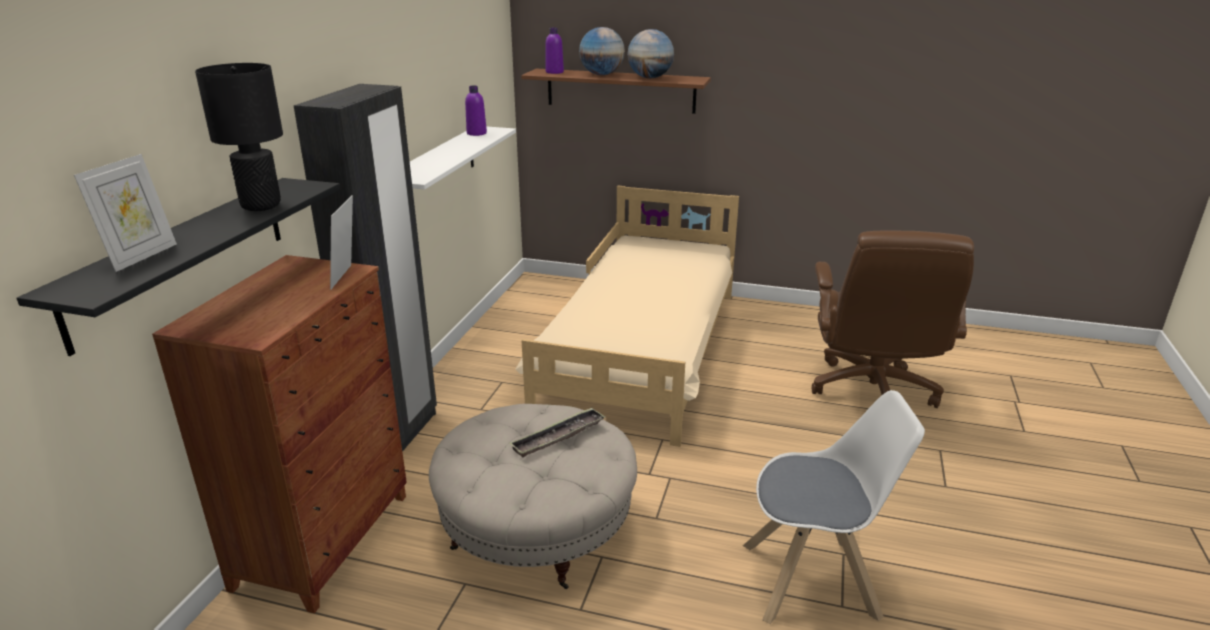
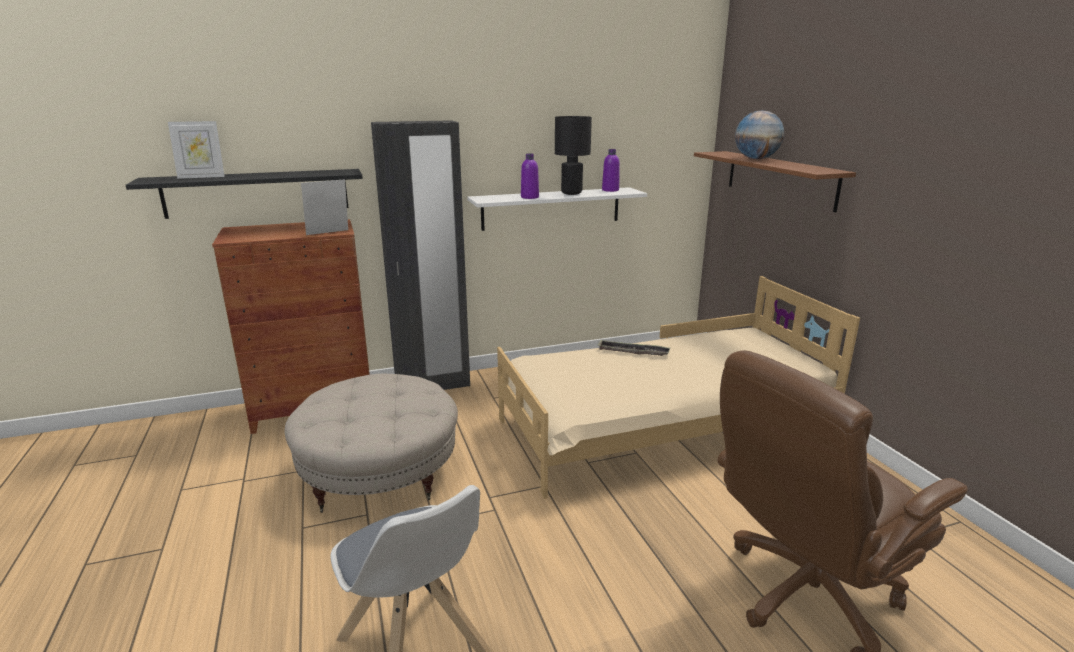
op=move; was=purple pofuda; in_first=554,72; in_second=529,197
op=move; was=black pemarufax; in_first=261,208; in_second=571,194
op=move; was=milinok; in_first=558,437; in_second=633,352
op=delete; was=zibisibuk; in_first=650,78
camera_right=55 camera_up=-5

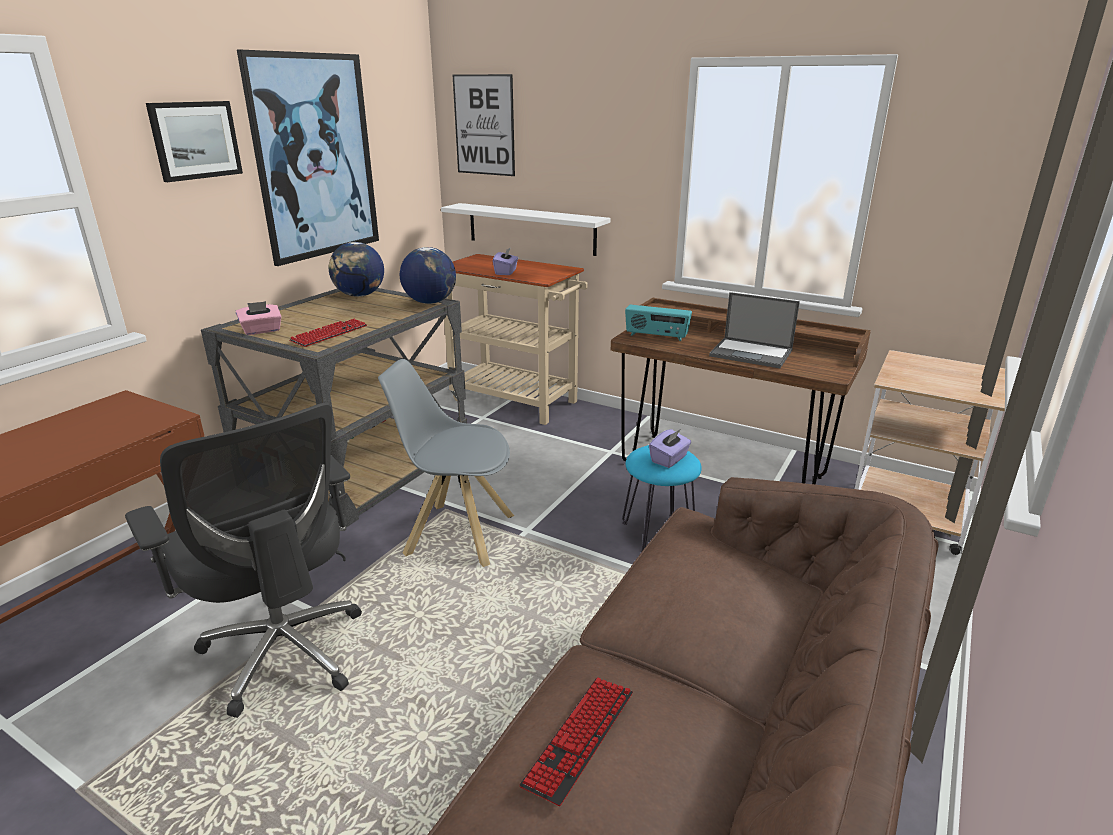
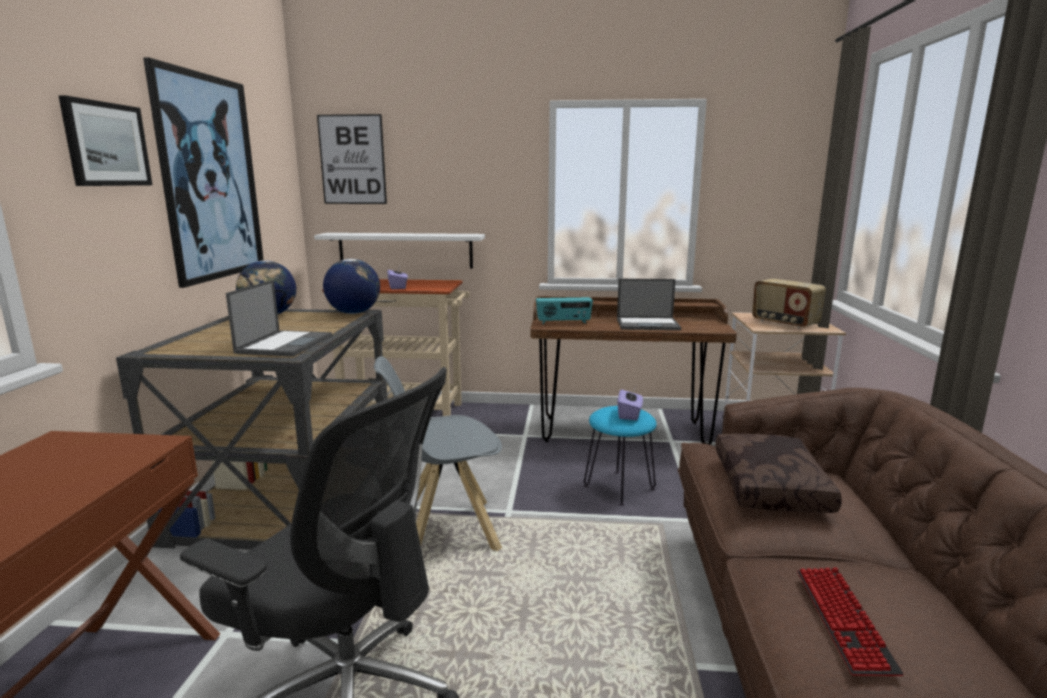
op=replace; was=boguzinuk; now=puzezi; in_first=329,334; in_second=285,344
op=insert; now=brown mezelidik; in_second=772,486
op=insert; now=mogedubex; in_second=784,323
op=delete; was=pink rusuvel; in_first=262,331
camera_right=-25 camera_up=-10

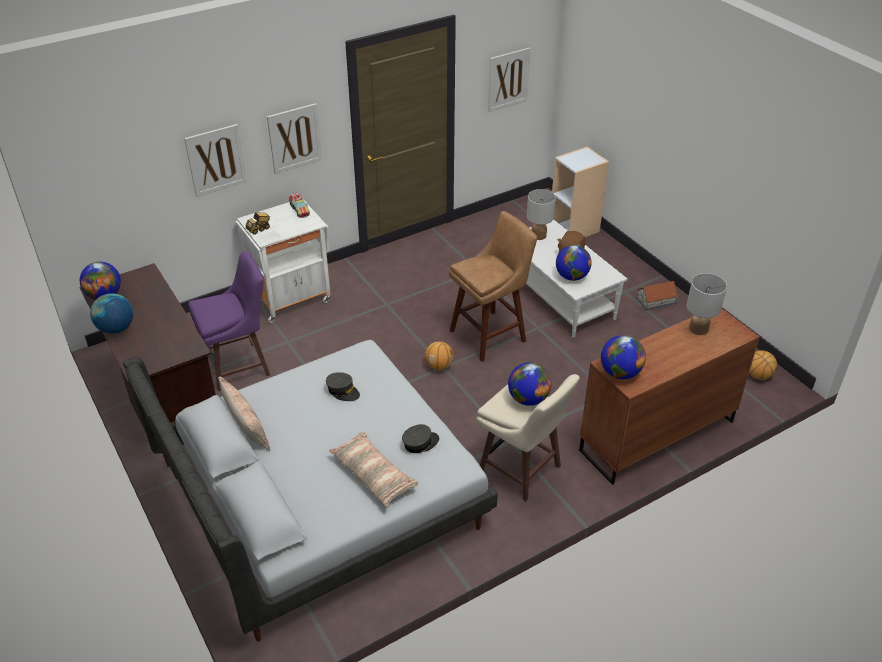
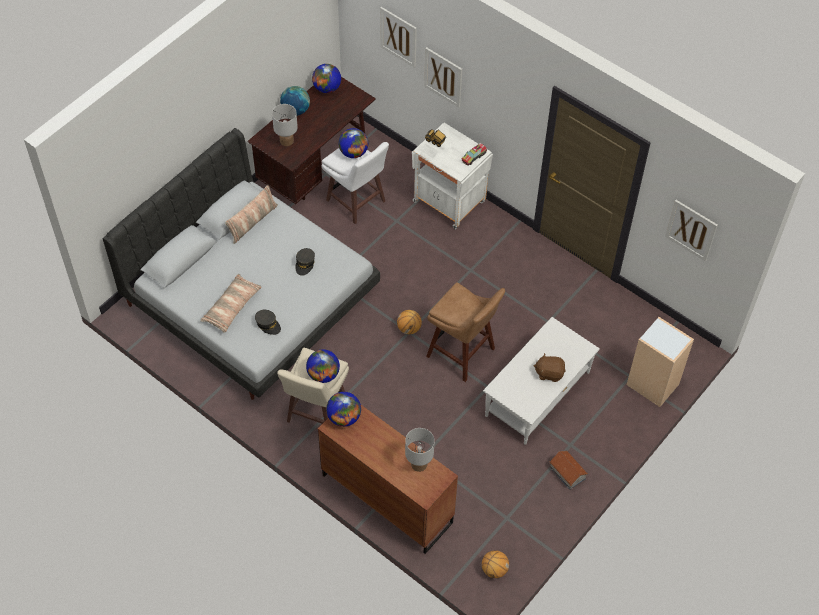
op=move; was=grey pemarufax; in_first=538,236; in_second=286,141
op=recolor; was=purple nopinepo; now=white nopinepo; in_first=239,366; in_second=356,202
op=move; was=zibisibuk; in_first=571,276; in_second=353,153
op=move; was=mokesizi; in_first=294,138; in_second=398,37
camera_right=70 camera_up=15

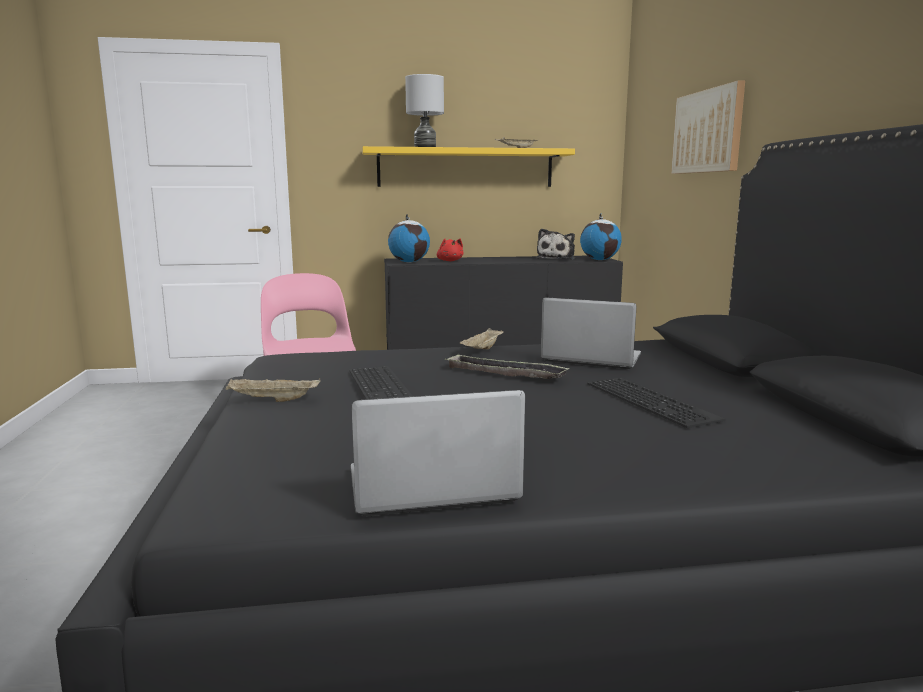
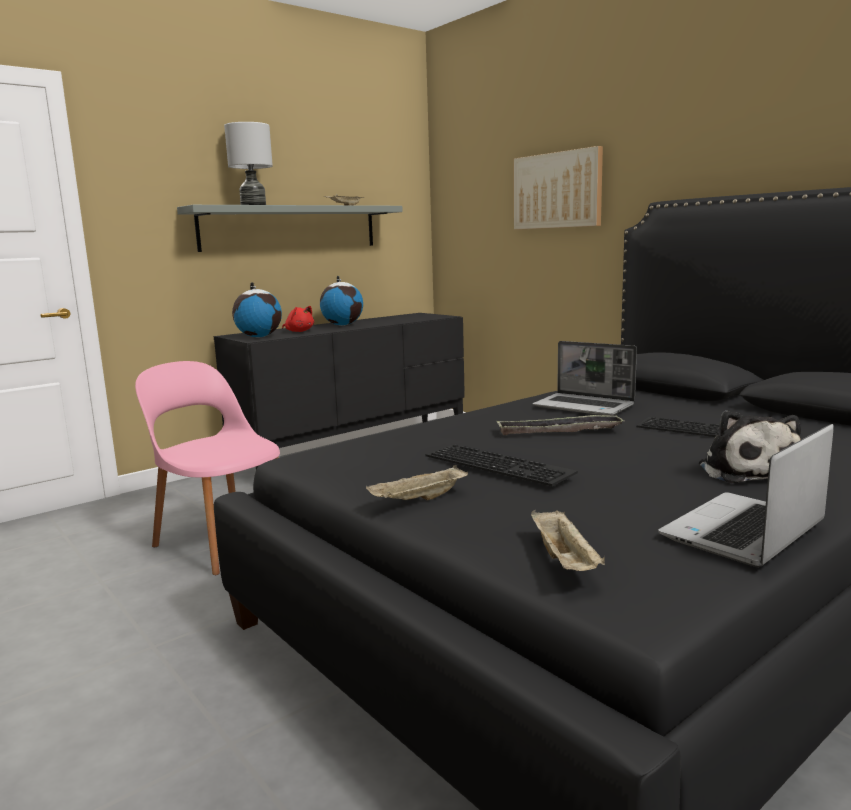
op=recolor; was=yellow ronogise; now=grey ronogise; in_first=465,168; in_second=290,228
op=move; was=zibisibuk; in_first=599,260; in_second=342,325
op=move; was=beige milinok; in_first=483,350; in_second=565,561
op=rotate; was=puzezi; in_first=589,358; in_second=585,406; clockwise=-135
op=move; was=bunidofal; in_first=557,258; in_second=745,470
camera_right=-30 camera_up=0

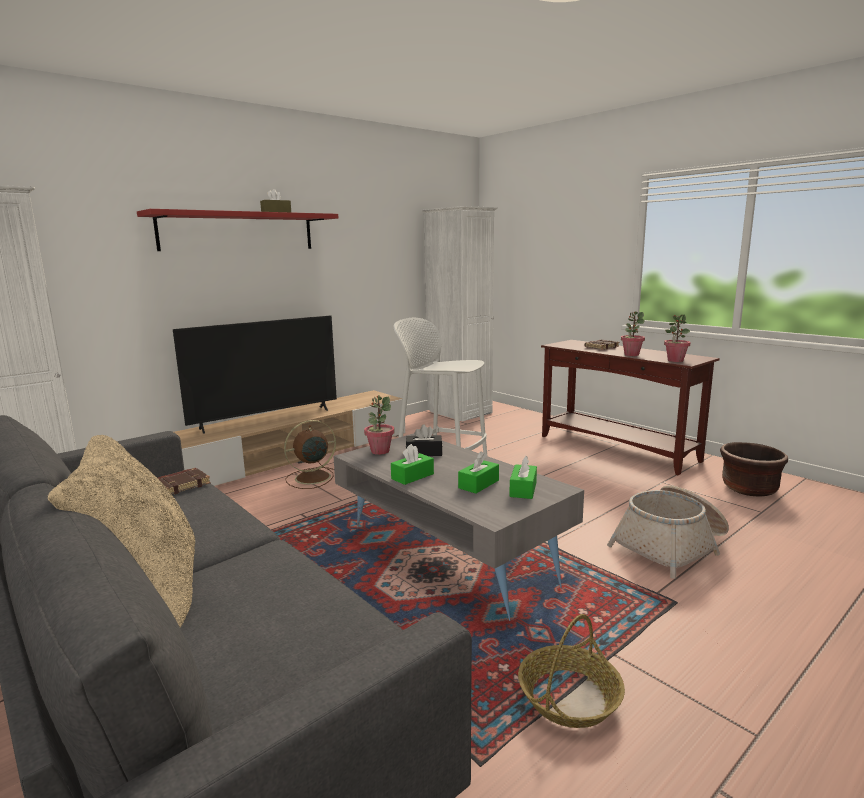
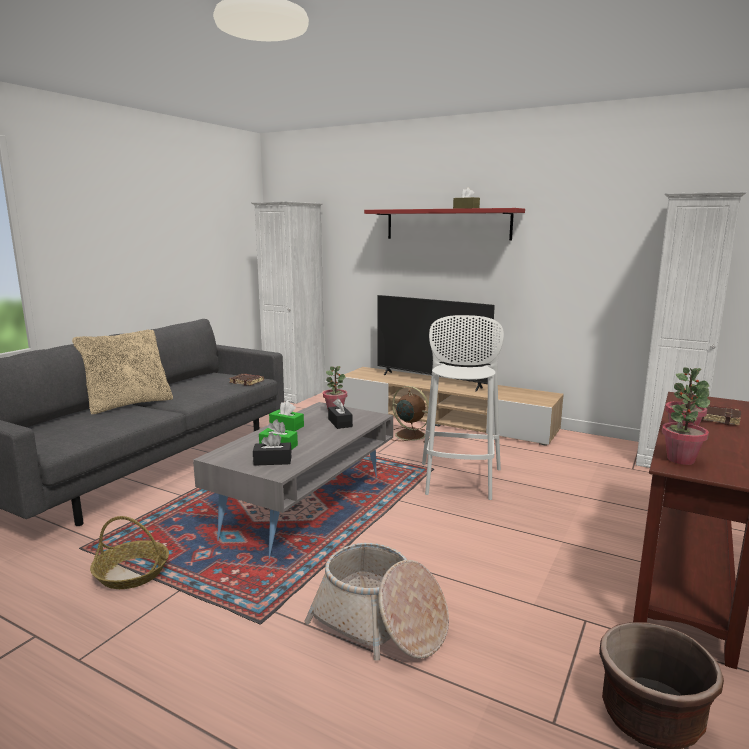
op=recolor; was=green rusuvel; now=black rusuvel; in_first=523,489; in_second=272,461
camera_right=70 camera_up=0

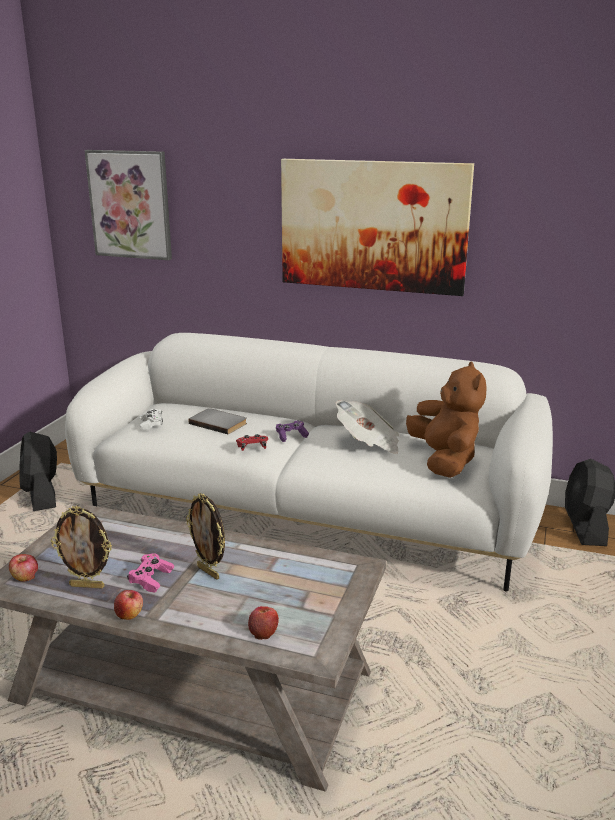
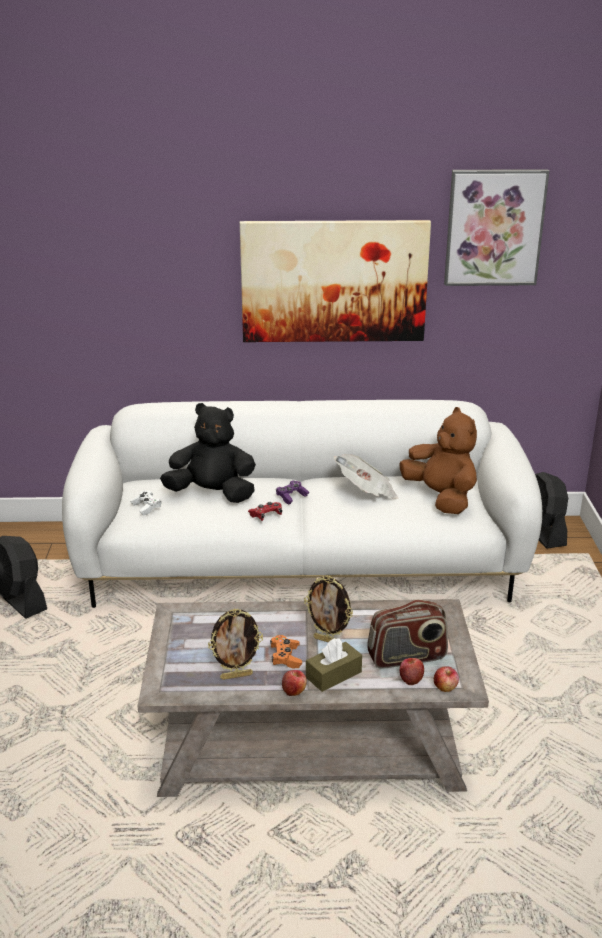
op=replace; was=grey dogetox; now=black bunidofal; in_first=219,423; in_second=212,494
op=recolor; was=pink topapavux; now=orange topapavux; in_first=151,579; in_second=285,658
op=insert; now=brown rusuvel; in_second=333,675
op=insert; now=mogedubex; in_second=407,657
op=move; was=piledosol; in_first=25,577; in_second=445,687
op=move; was=mokesizi; in_first=130,204; in_second=494,228
camera_right=-20 camera_up=5

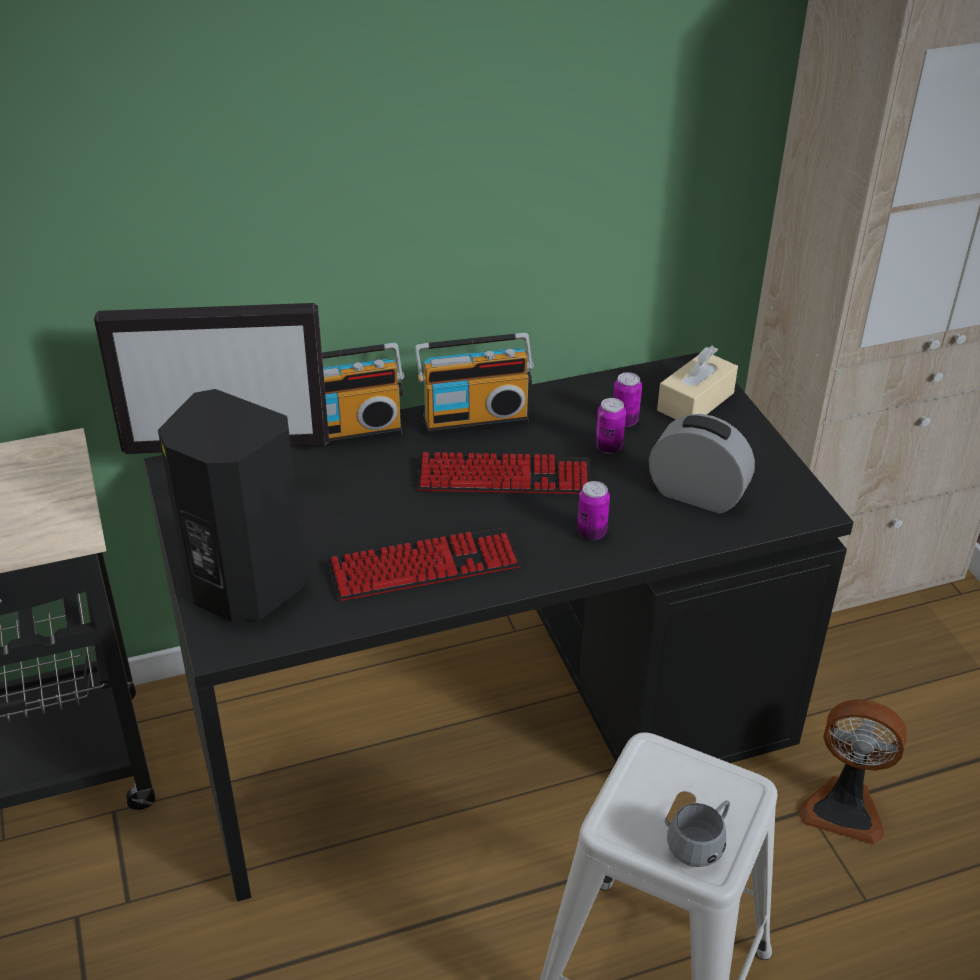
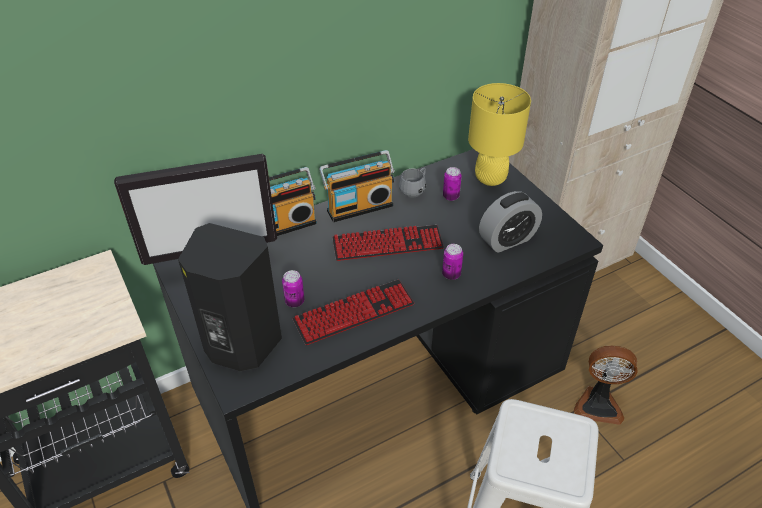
op=move; was=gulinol; in_first=608,447; in_second=294,301
op=move; was=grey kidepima; in_first=700,845; in_second=414,190
op=replace; was=beige rusuvel; now=yellow pemarufax; in_first=695,402; in_second=489,178
op=rotate; was=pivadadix; in_first=697,494; in_second=507,240; clockwise=135
camera_right=-10 camera_up=5

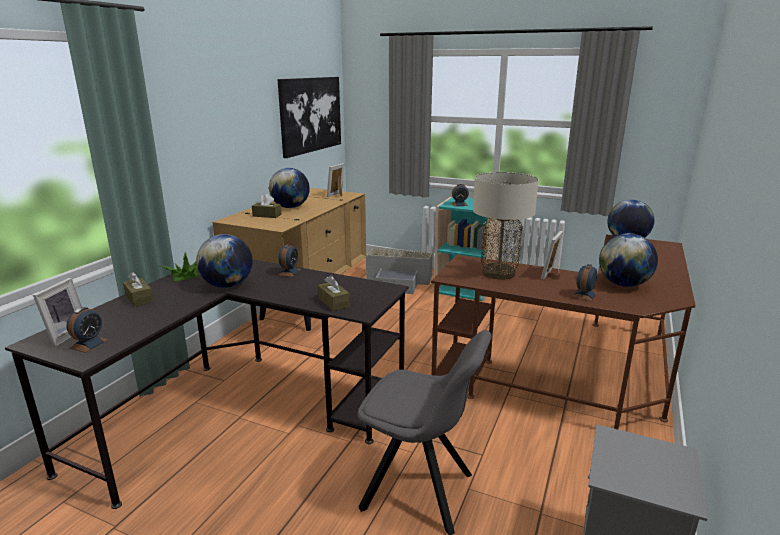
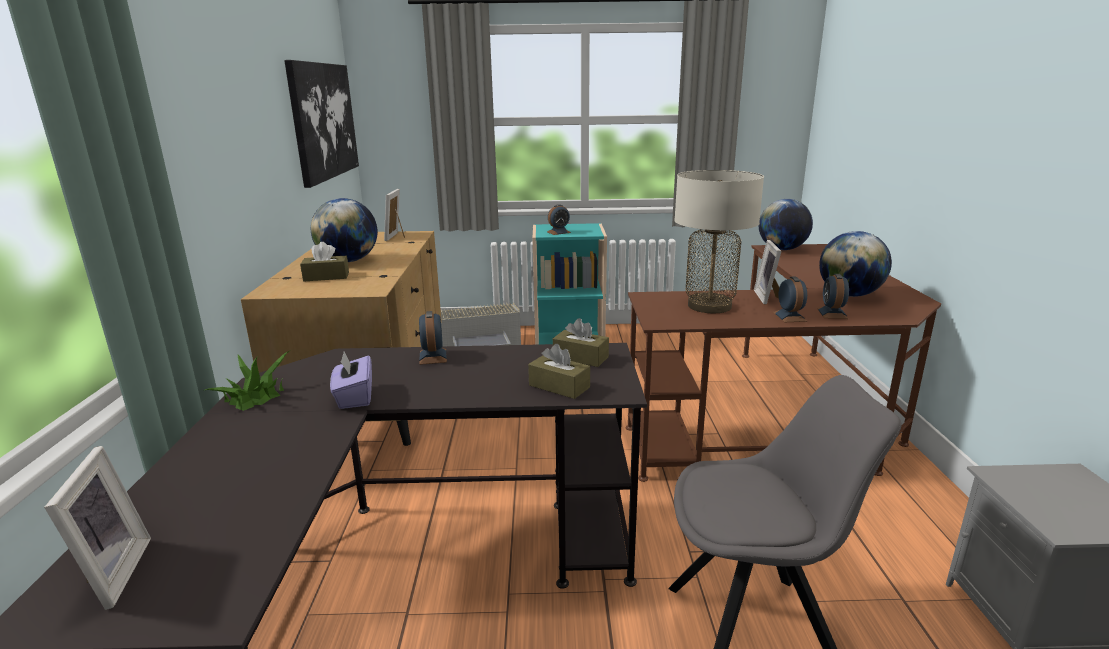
op=replace; was=zibisibuk; now=purple rusuvel; in_first=227,285; in_second=354,397
op=move; was=brown rusuvel; in_first=139,298; in_second=580,357
op=move; was=pivadadix; in_first=89,344; in_second=789,316
camera_right=-25 camera_up=0

